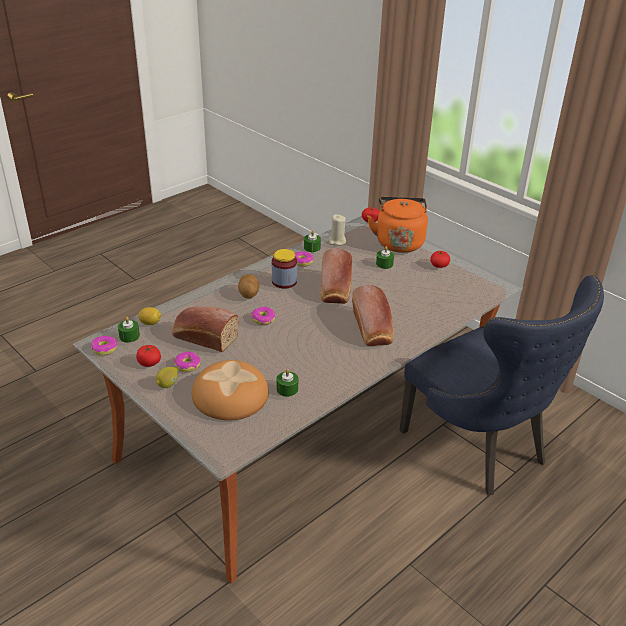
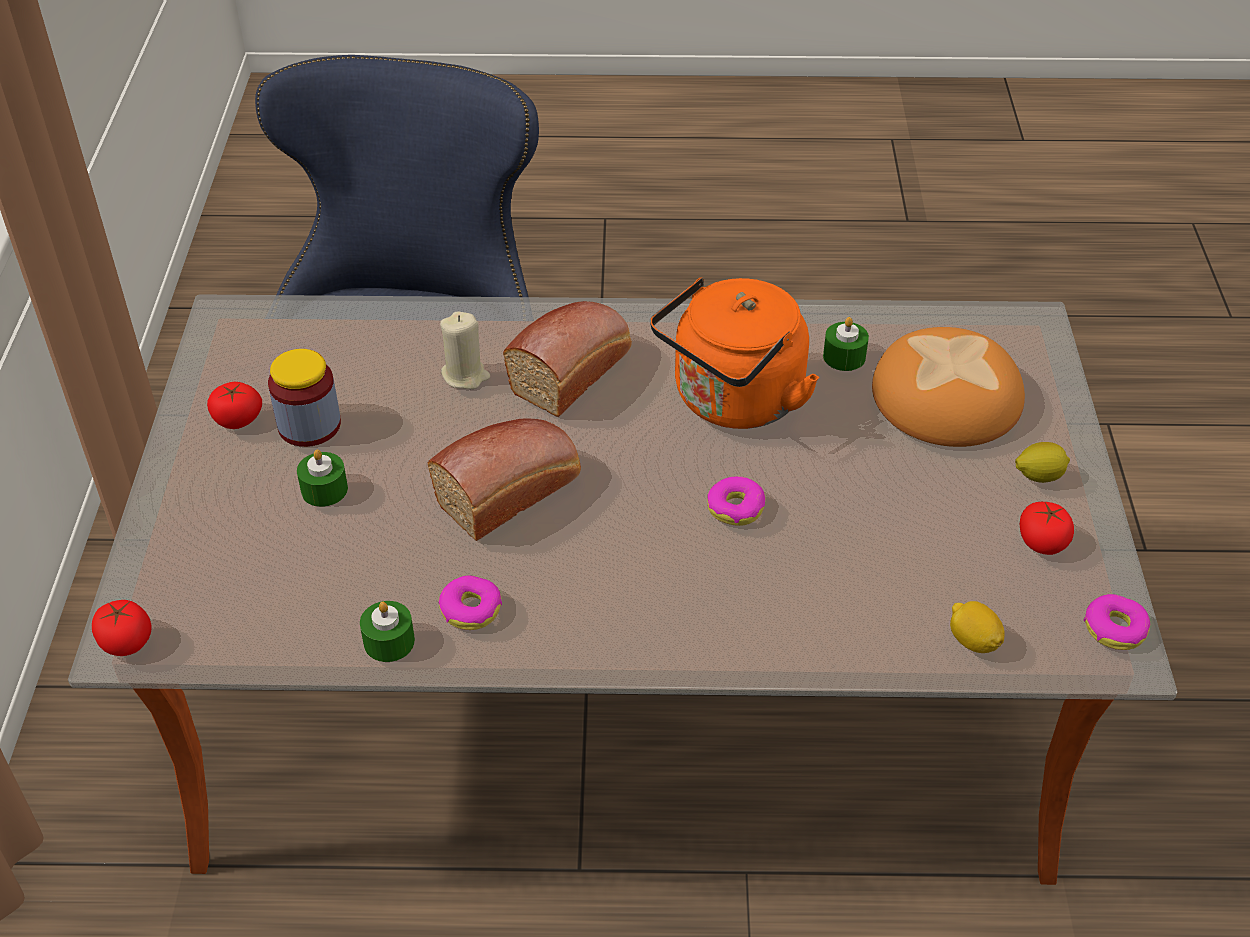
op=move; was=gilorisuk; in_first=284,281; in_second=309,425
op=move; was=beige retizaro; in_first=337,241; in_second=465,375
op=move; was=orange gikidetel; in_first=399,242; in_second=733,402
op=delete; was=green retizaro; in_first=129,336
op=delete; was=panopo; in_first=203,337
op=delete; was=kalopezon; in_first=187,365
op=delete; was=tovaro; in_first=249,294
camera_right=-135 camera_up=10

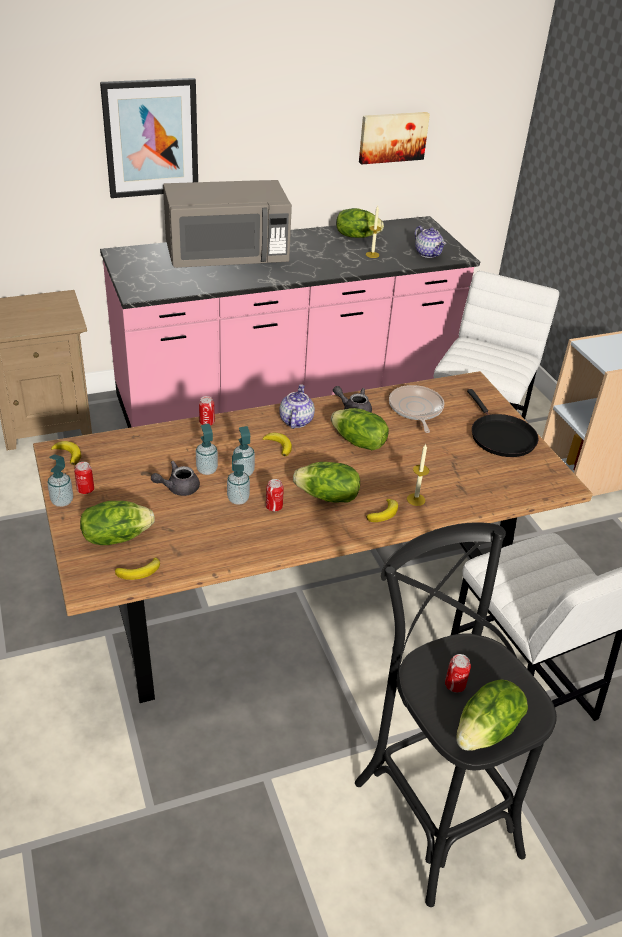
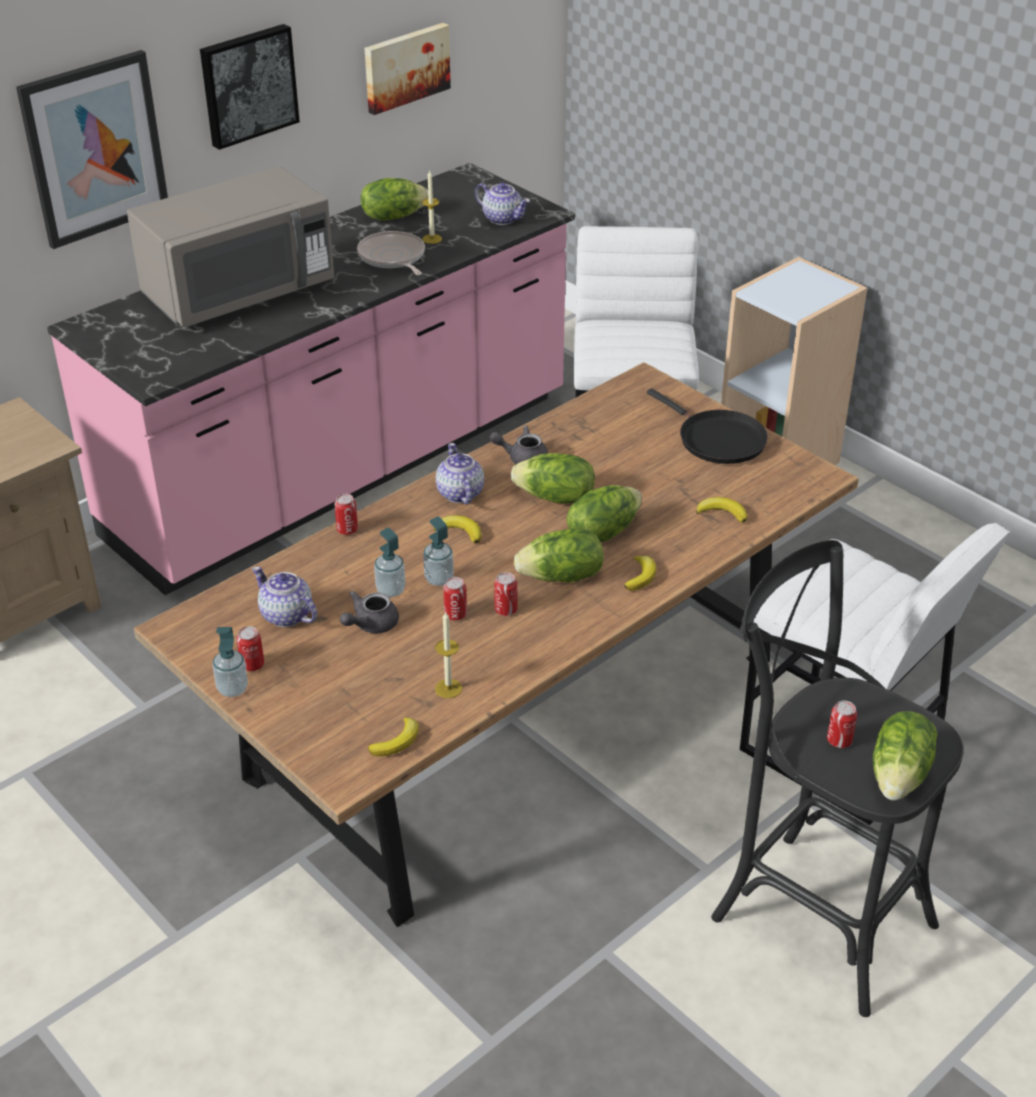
op=insert; now=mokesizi; in_second=247,85
op=insert; now=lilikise; in_second=285,615
op=move; was=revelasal; in_first=415,409; in_second=392,258
op=move; was=retizaro; in_first=416,499; in_second=448,688
op=replace; was=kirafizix; now=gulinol; in_first=238,499; in_second=455,614
op=move; was=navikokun; in_first=116,537; in_second=602,532
op=move; was=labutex; in_first=68,454; in_second=722,513
camera_right=-20 camera_up=0

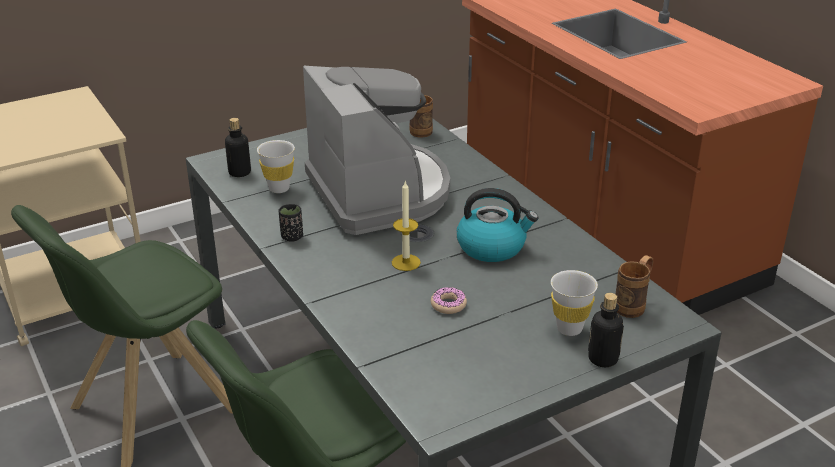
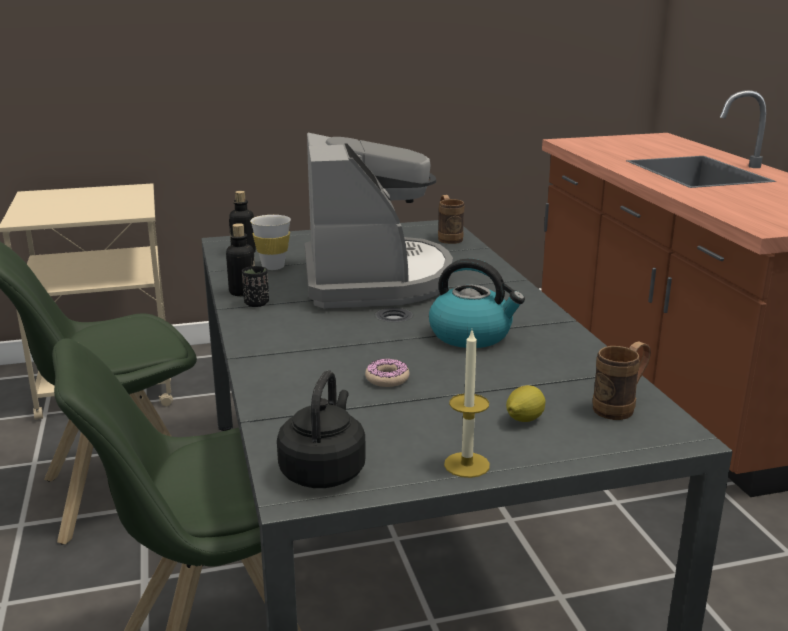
op=move; was=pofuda; in_first=603,359; in_second=242,292
op=insert; now=black gikidetel; in_second=324,470
op=move; was=retizaro; in_first=406,262; in_second=466,465
op=replace; was=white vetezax; now=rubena; in_first=569,328; in_second=523,420
camera_right=15 camera_up=-10

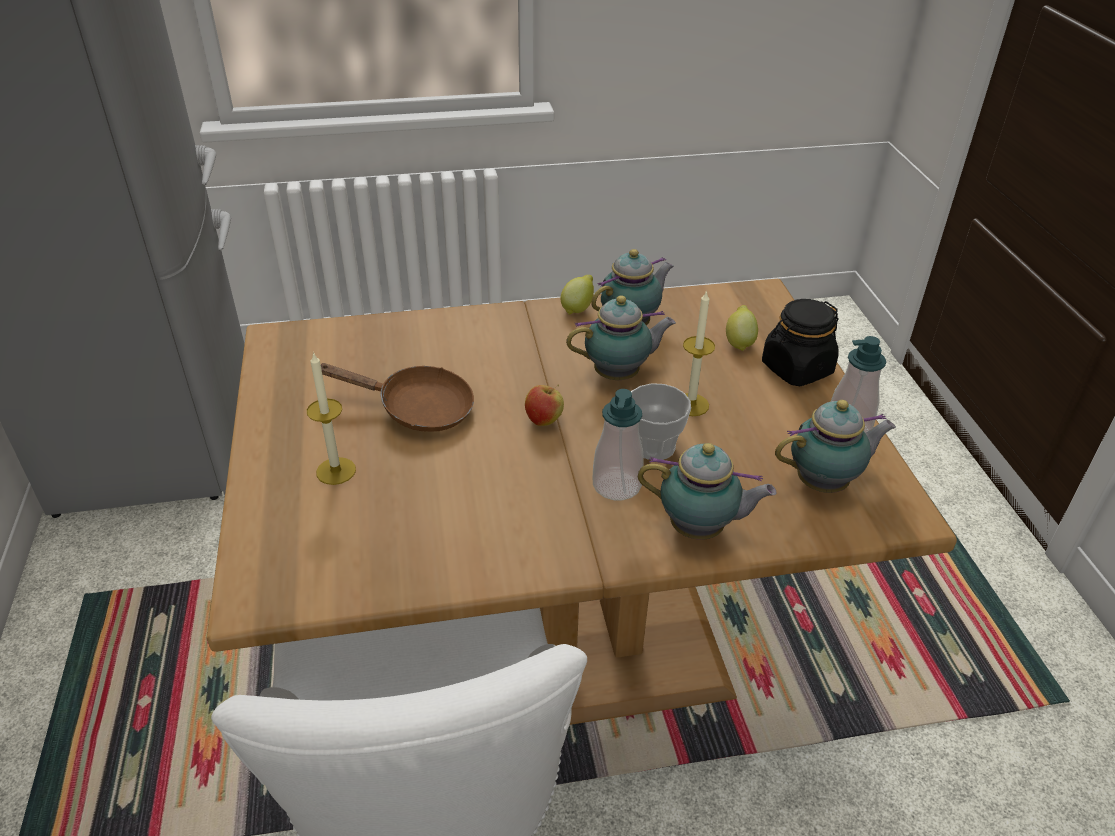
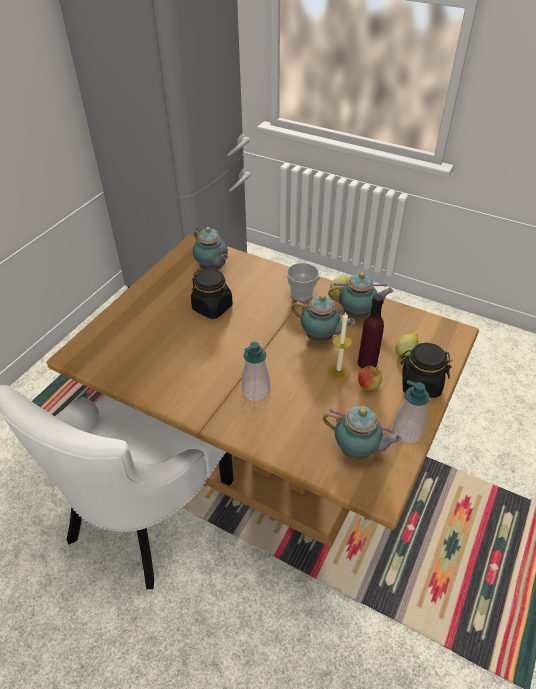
op=replace; was=brown revelasal; now=black gilorisuk; in_first=417,409; in_second=212,307
op=move; was=lilikise; in_first=700,529; in_second=212,269
op=move; was=vetezax; in_first=654,446; in_second=301,294
op=insert; now=purple pofuda; in_second=367,363
op=move; was=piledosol; in_first=544,421; in_second=368,386
op=delete; was=retizaro; in_first=336,471
camera_right=40 camera_up=5

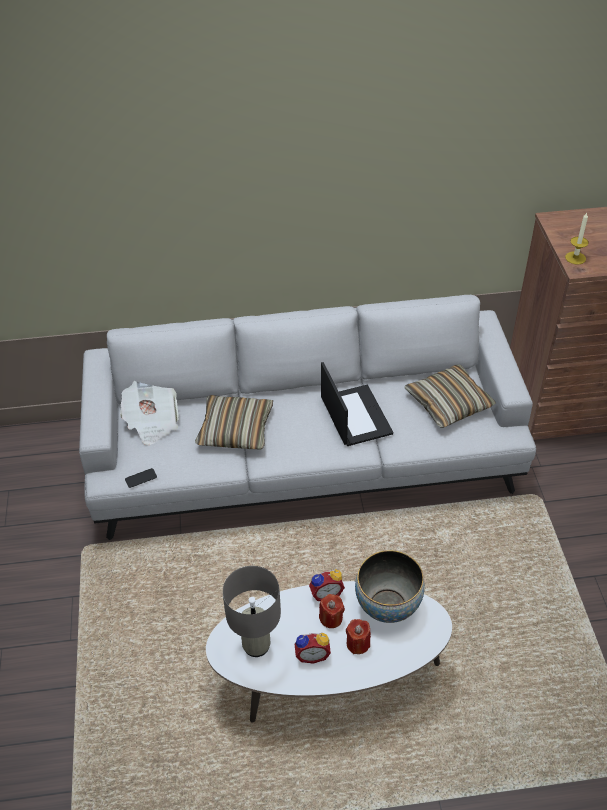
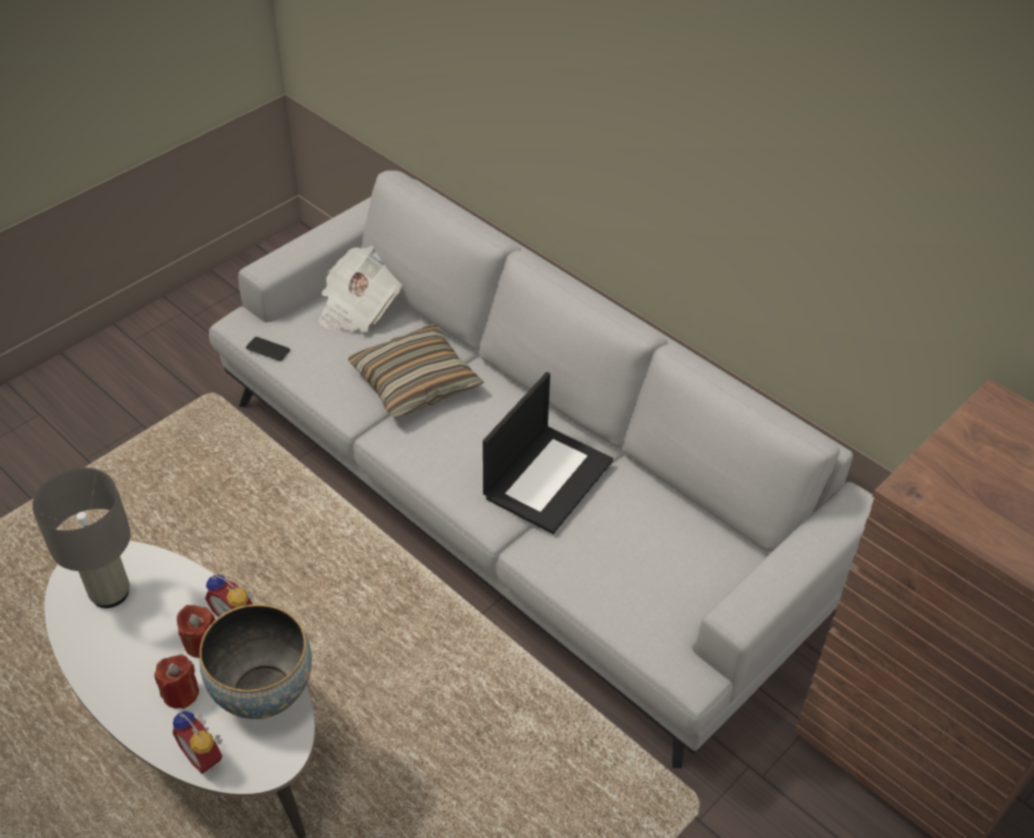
op=move; was=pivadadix; in_first=312,654; in_second=205,755
op=delete; was=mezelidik; in_first=448,403
op=delete; was=retizaro; in_first=575,258
camera_right=50 camera_up=0

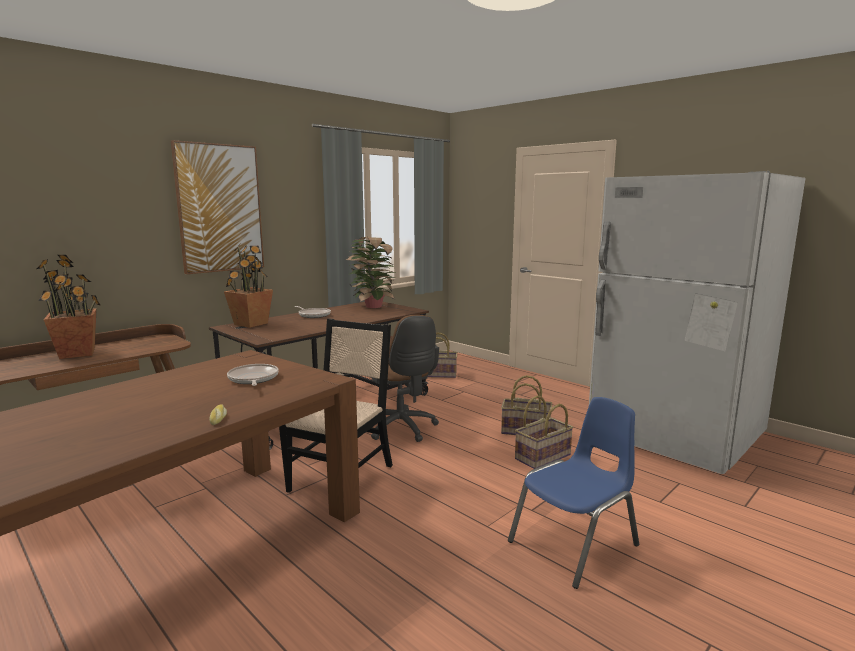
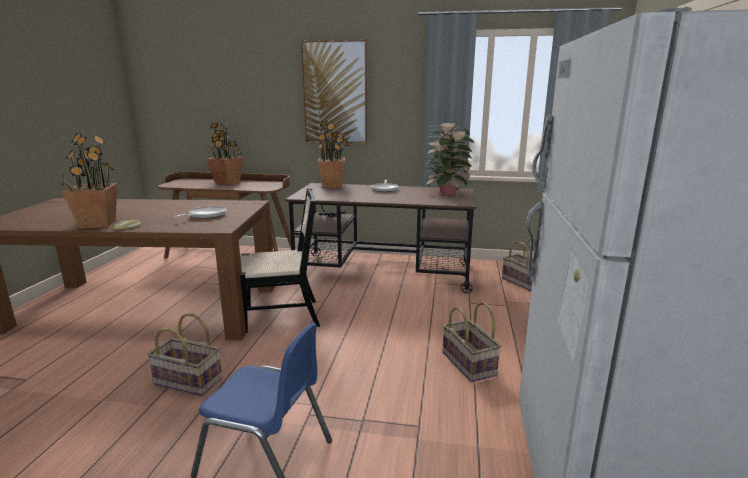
op=insert; now=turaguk; in_second=98,224
op=move; was=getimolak; in_first=543,457; in_second=187,382
op=delete; was=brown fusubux; in_first=402,429
camera_right=55 camera_up=5

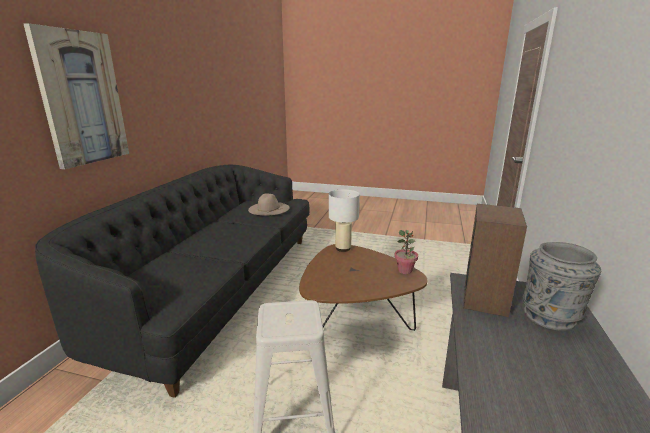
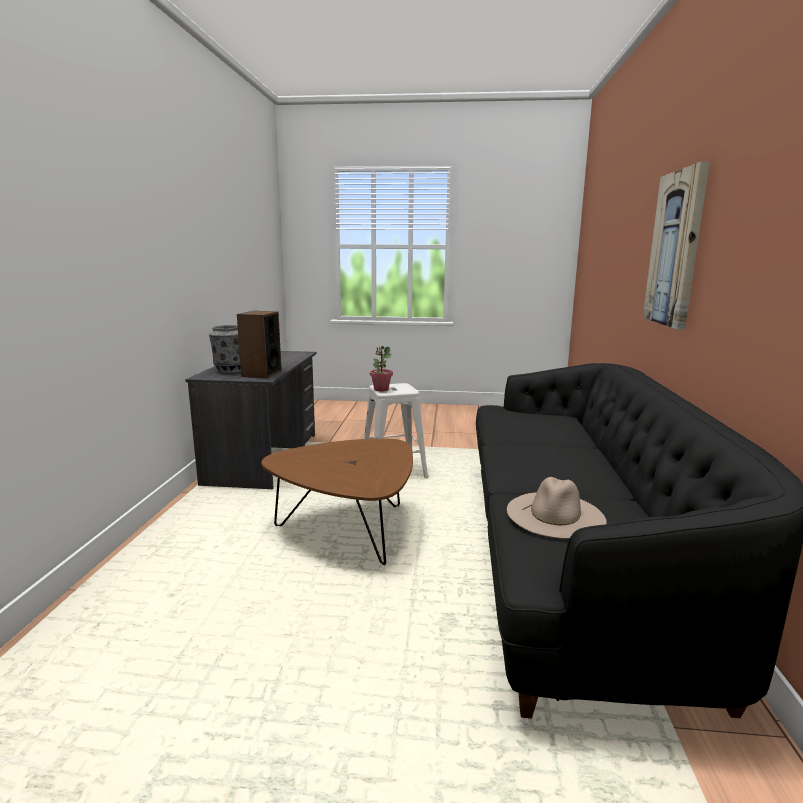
op=move; was=turaguk; in_first=405,270; in_second=381,389
op=delete; was=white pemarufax; in_first=342,248
camera_right=170 camera_up=-5

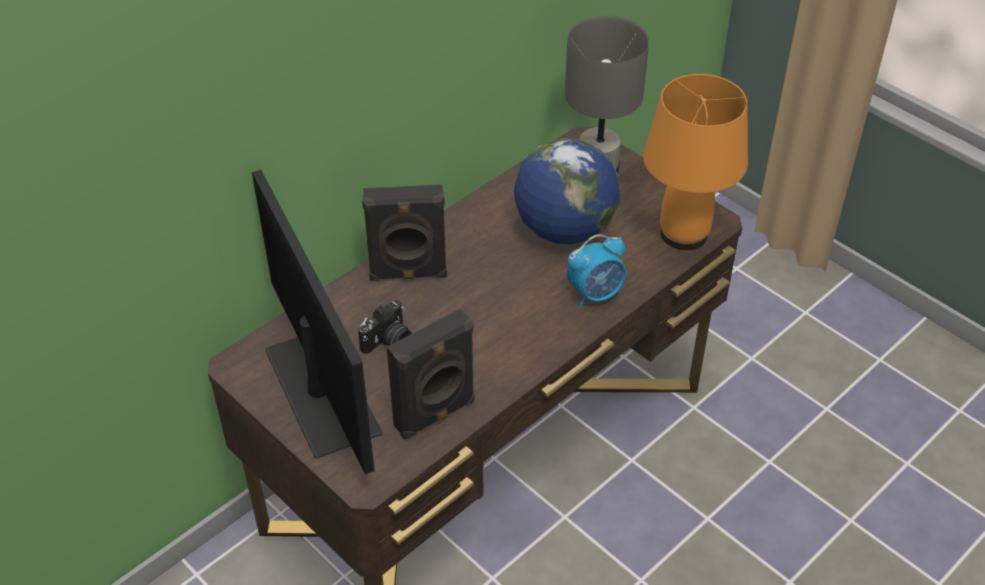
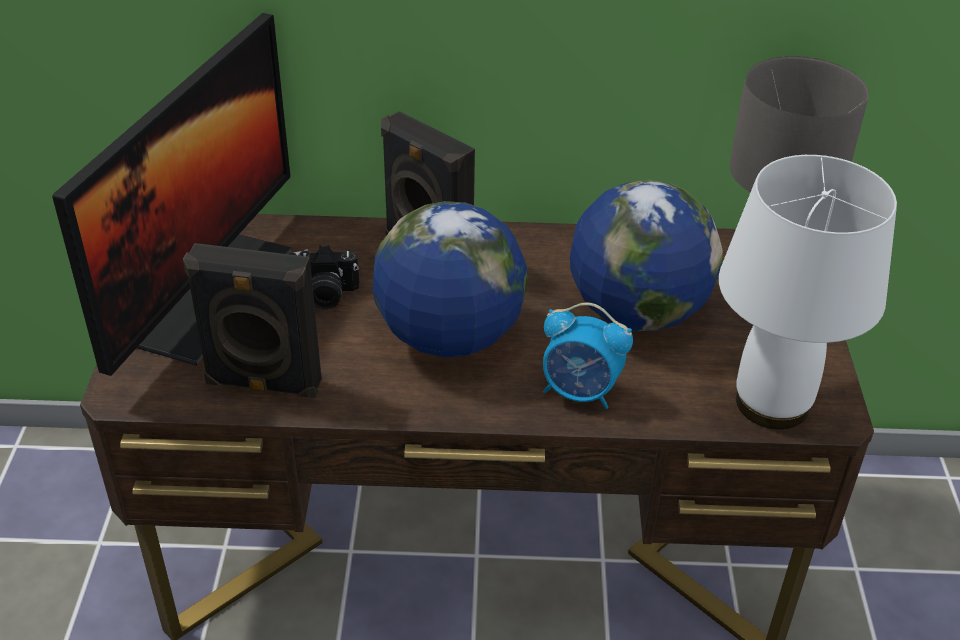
op=insert; now=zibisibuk; in_second=449,338
op=recolor; was=orange pemarufax; now=white pemarufax; in_first=684,234; in_second=770,404
camera_right=45 camera_up=-5

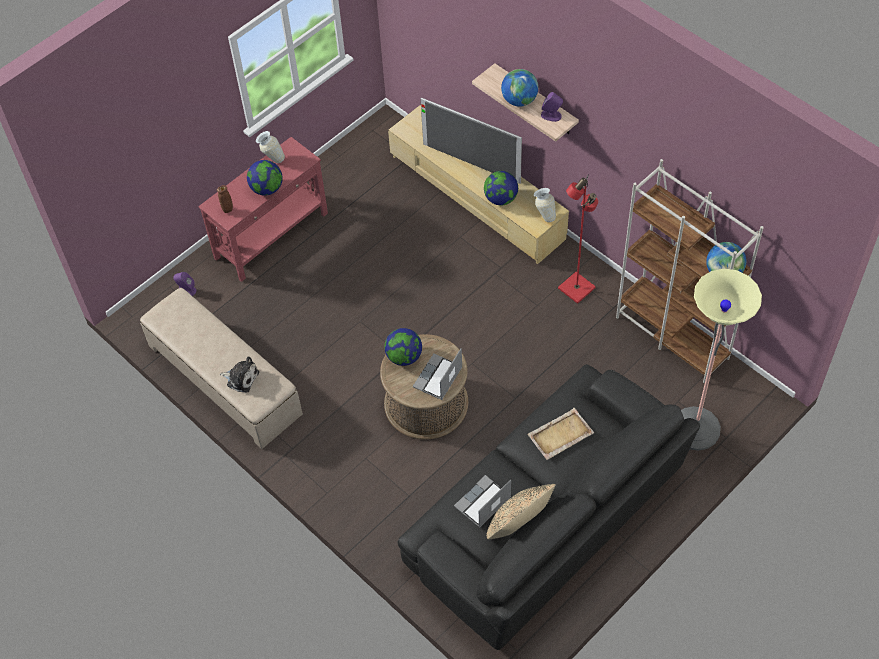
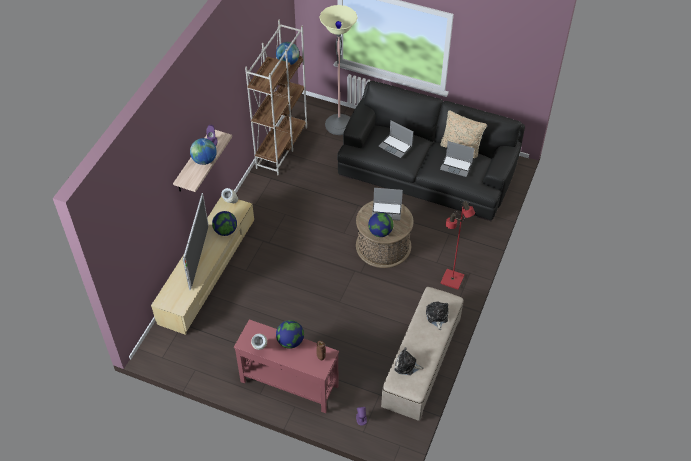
op=replace; was=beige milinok; now=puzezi; in_first=560,435; in_second=396,146
op=insert; now=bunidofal; in_second=407,366
op=move; was=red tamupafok; in_first=576,288; in_second=452,279
camera_right=-115 camera_up=-5

